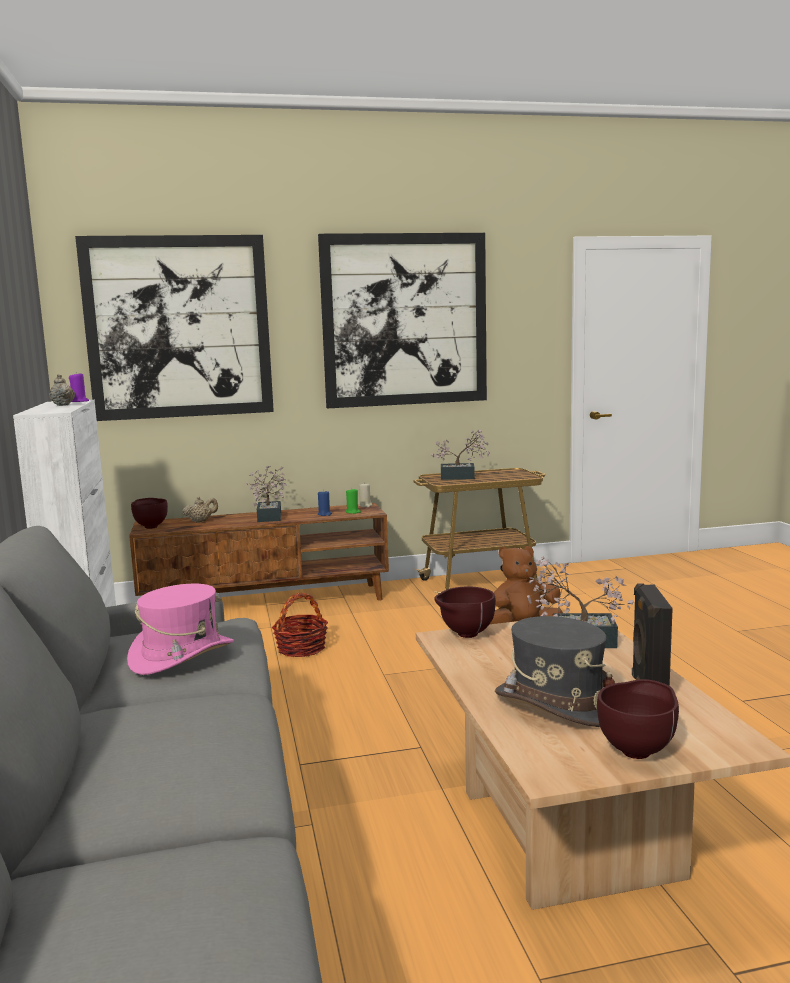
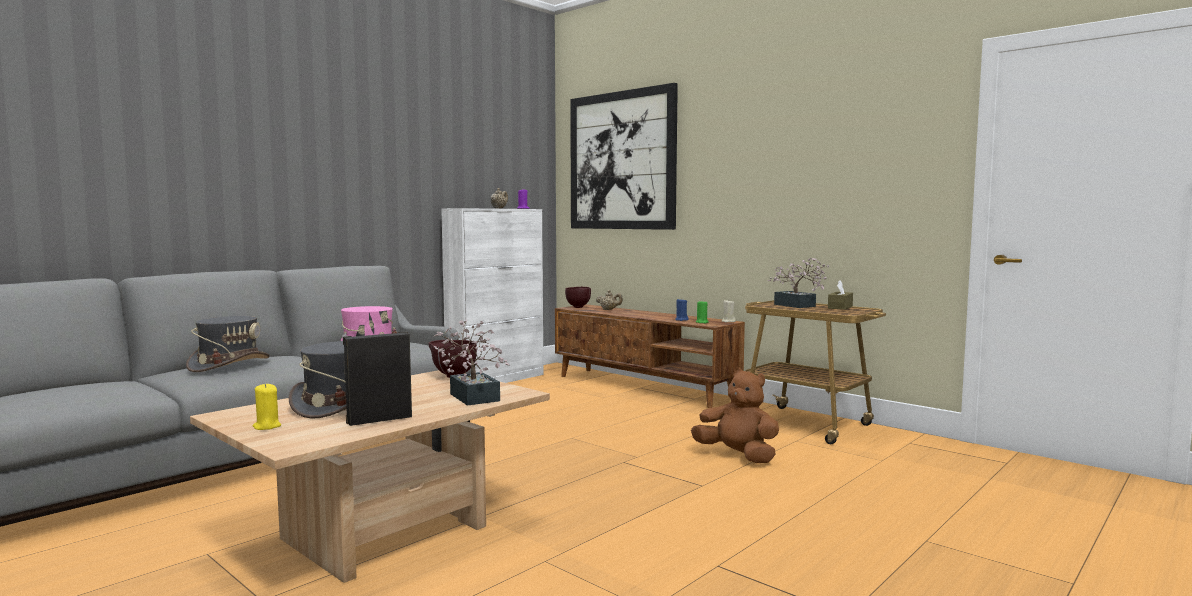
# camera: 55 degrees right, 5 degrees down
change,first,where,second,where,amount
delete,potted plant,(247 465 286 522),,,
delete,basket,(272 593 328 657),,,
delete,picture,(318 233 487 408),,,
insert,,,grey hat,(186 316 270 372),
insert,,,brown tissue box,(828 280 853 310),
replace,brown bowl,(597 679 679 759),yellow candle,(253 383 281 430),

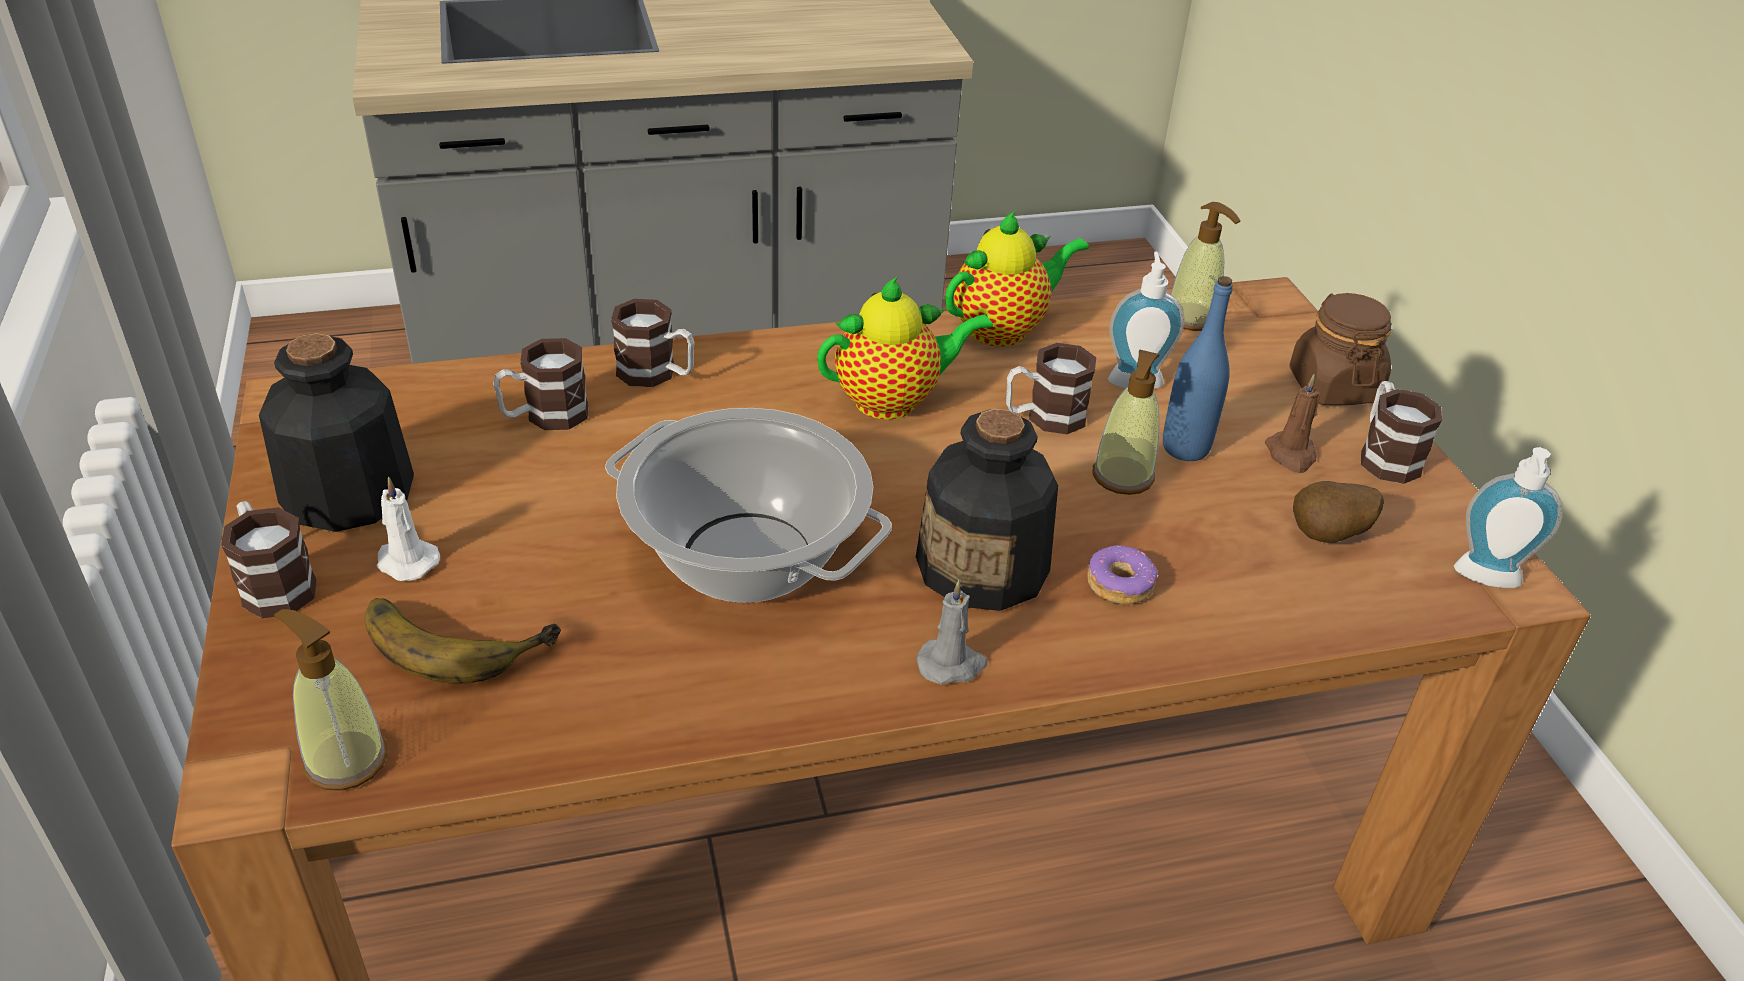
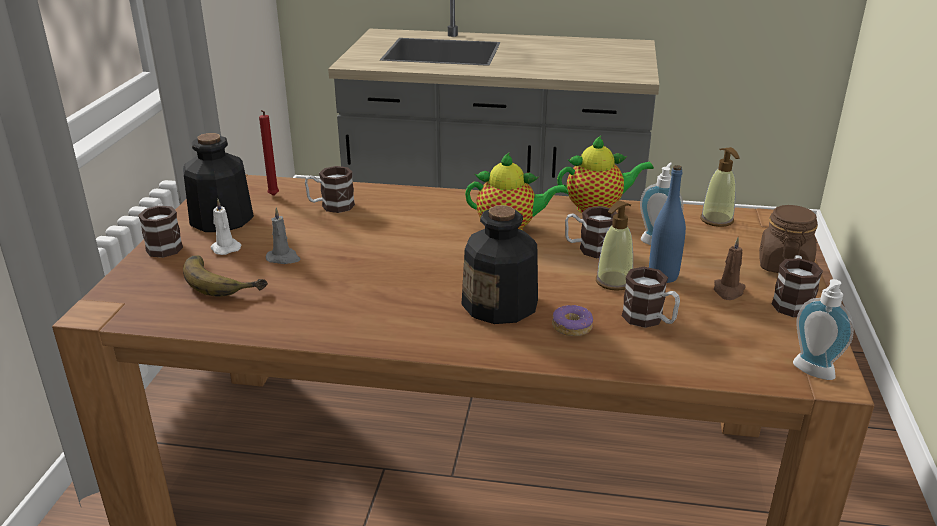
# camera: 25 degrees right, 10 degrees down
change,first,where,second,where,amount
delete,soap dispenser,(274 609 388 791),,,
delete,cooking pot,(605 408 892 603),,,
delete,potato,(1293 481 1384 543),,,
insert,,,red candle,(259 110 279 196),
move,mug,(611 299 695 387),,(622 267 680 328),
move,grey candle,(916 580 987 685),,(266 207 300 264),

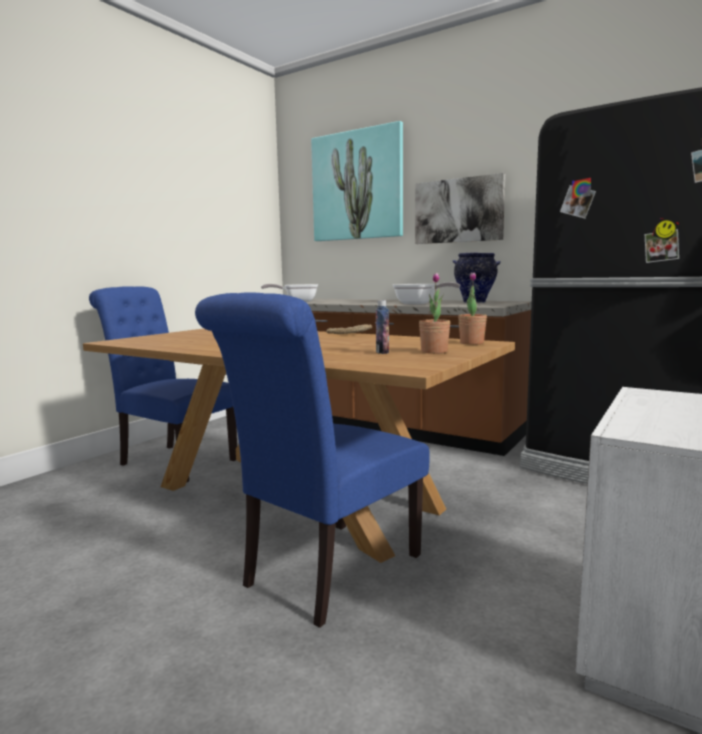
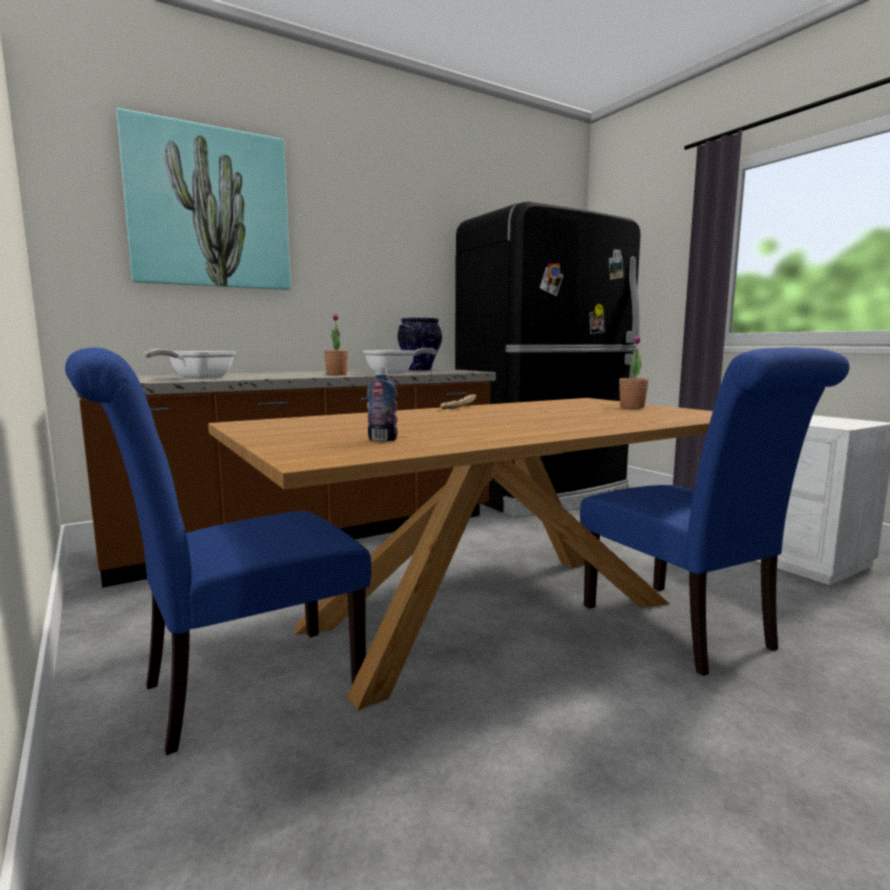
# camera: 65 degrees left, 0 degrees up
change,first,where,second,where,amount
delete,picture,(415 173 505 244),,,
move,bottle,(376 300 389 354),,(367 367 398 441),
move,potted plant,(458 272 487 345),,(324 313 348 375),

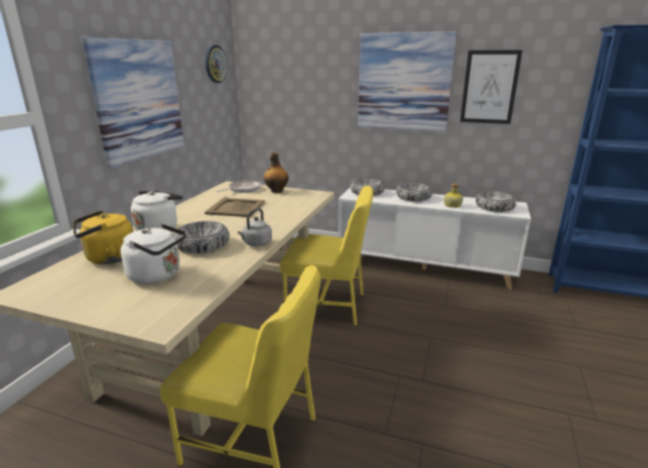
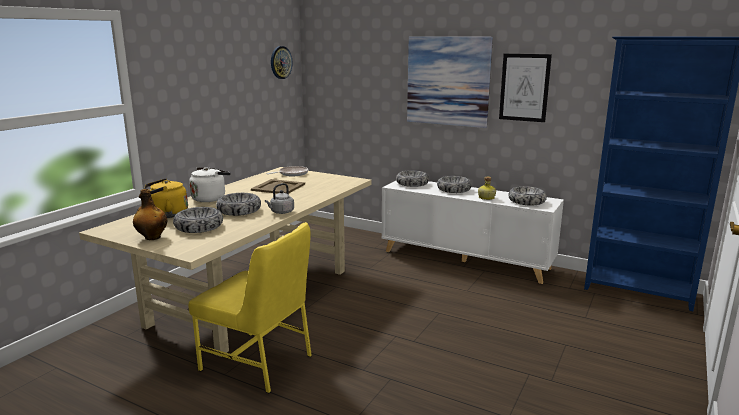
# camera: 10 degrees right, 5 degrees down
change,first,where,second,where,amount
delete,picture,(82 37 184 168),,,
delete,yellow chair,(280 186 374 326),,,
move,bottle,(264 152 289 193),,(133 189 167 240),
replace,white kettle,(121 224 187 284),bowl,(173 207 223 233),

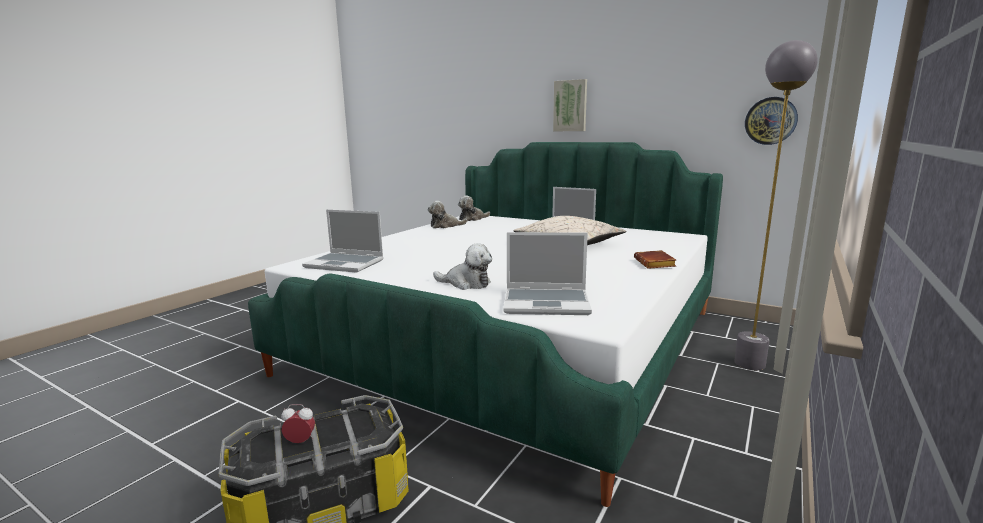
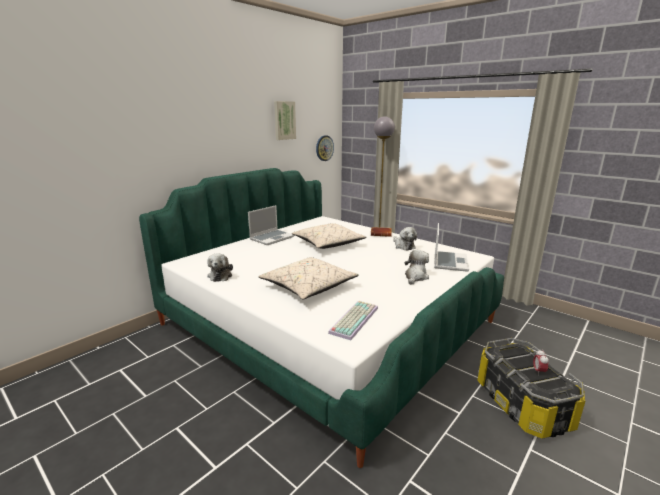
# camera: 80 degrees left, 5 degrees up
change,first,where,second,where,amount
insert,,,beige pillow,(258 257 359 299),
move,plush toy,(458 196 490 221),,(393 227 417 250),
move,picture,(553 79 587 131),,(274 101 296 140),
replace,laptop,(302 209 384 273),keyboard,(328 301 378 340),

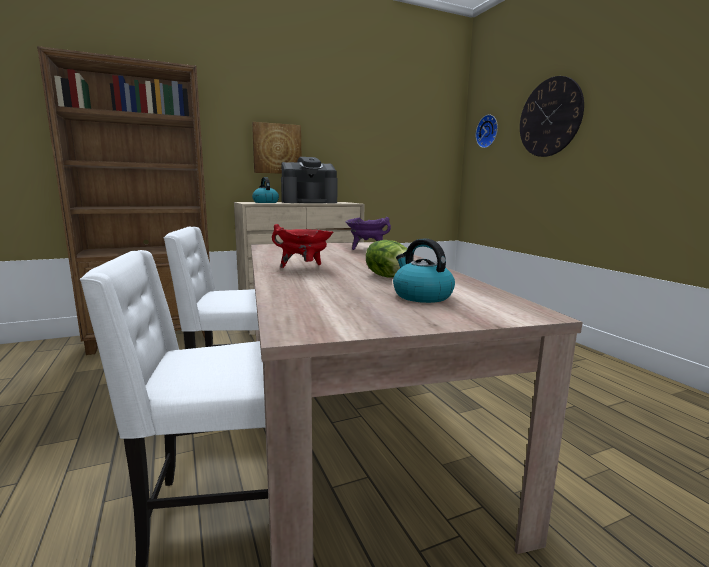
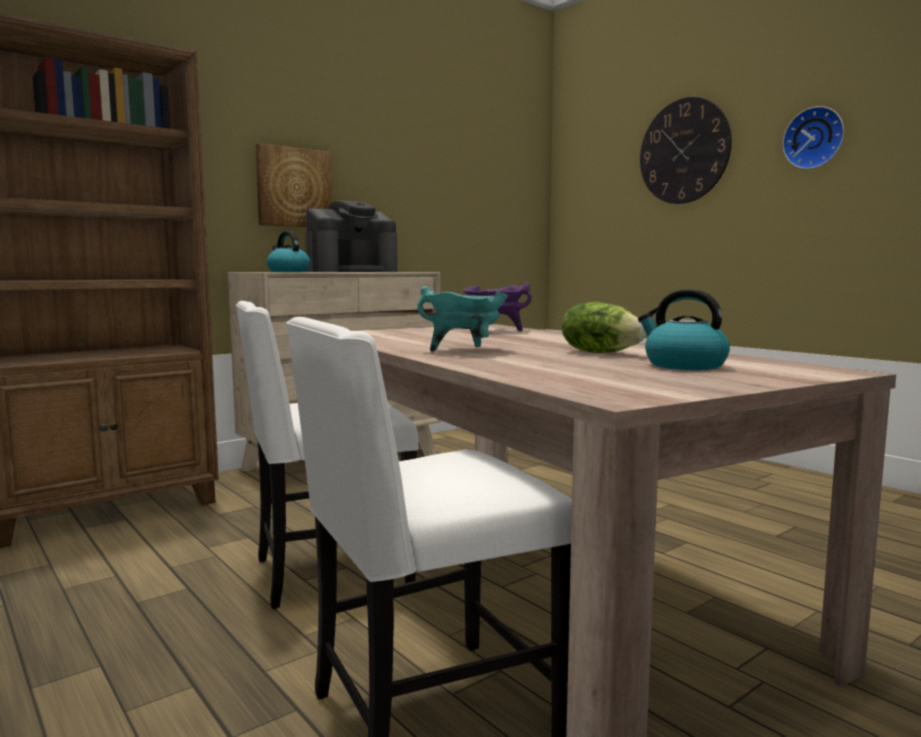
# camera: 15 degrees left, 5 degrees down
change,first,where,second,where,amount
move,wall clock,(476 114 498 148),,(782 106 844 169),
recolor,red cooking pot,(272 224 333 268),turquoise cooking pot,(417 286 508 352),

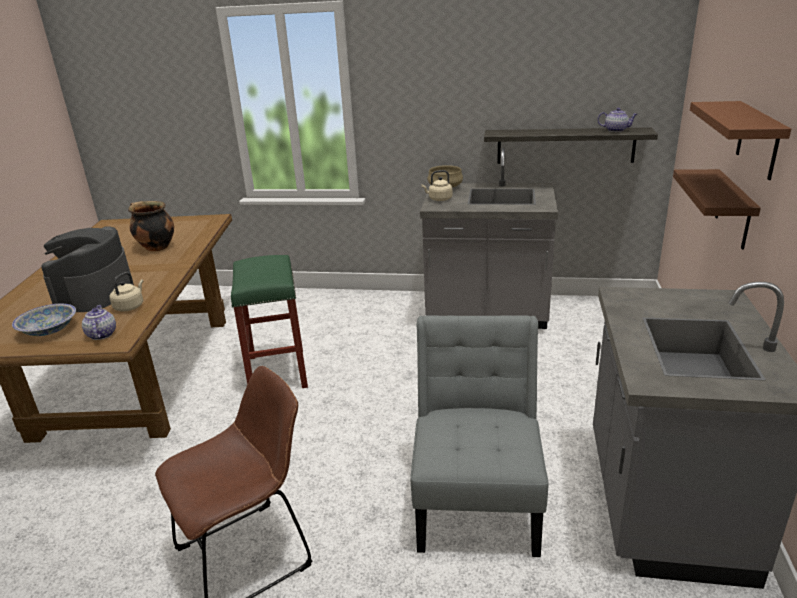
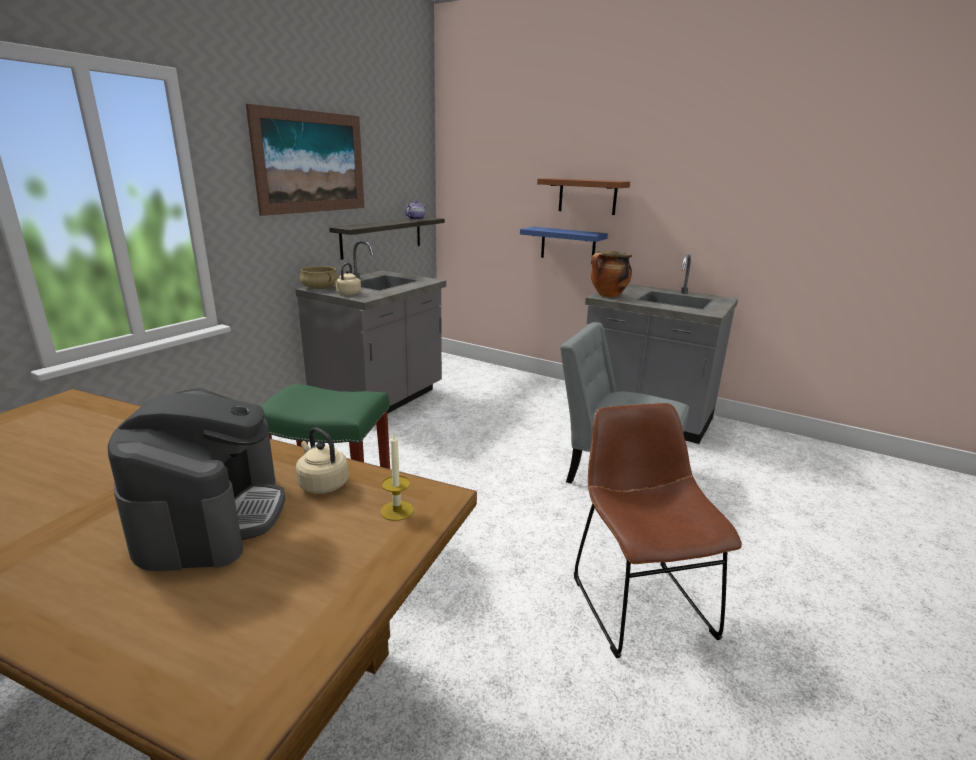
# camera: 70 degrees left, 5 degrees down
change,first,where,second,where,amount
delete,bowl,(12 304 76 336),,,
insert,,,picture,(246 104 364 216),
move,cooking pot,(128 201 174 251),,(591 251 632 297),
replace,teapot,(82 305 116 340),candle,(381 434 414 521),
recolor,brown shelf,(673 169 761 249),blue shelf,(520 227 608 264),
rotate,coffee machine,(41 226 131 312),,(108 389 285 571),120 degrees counterclockwise

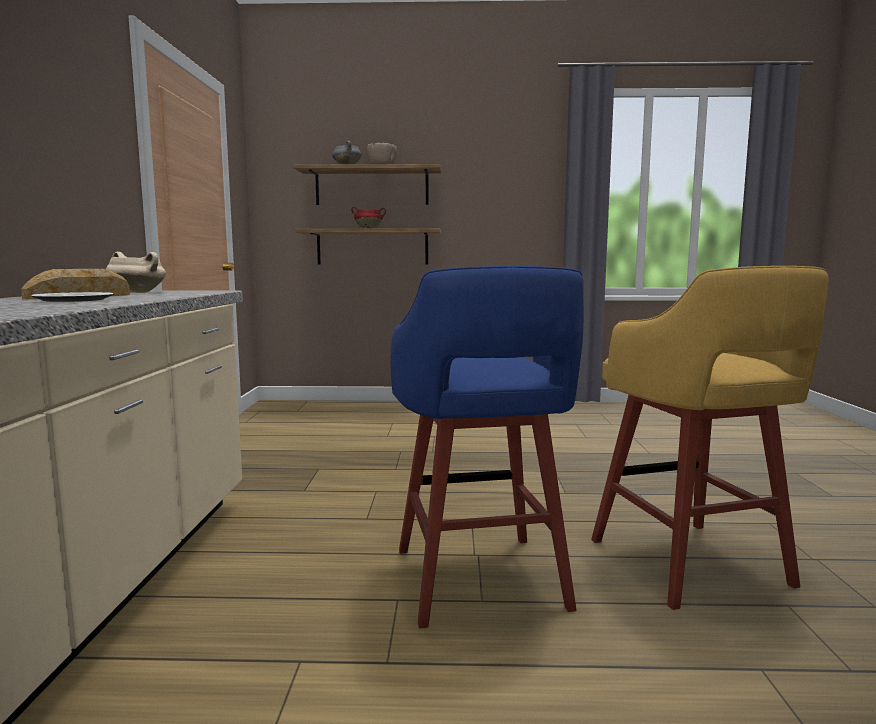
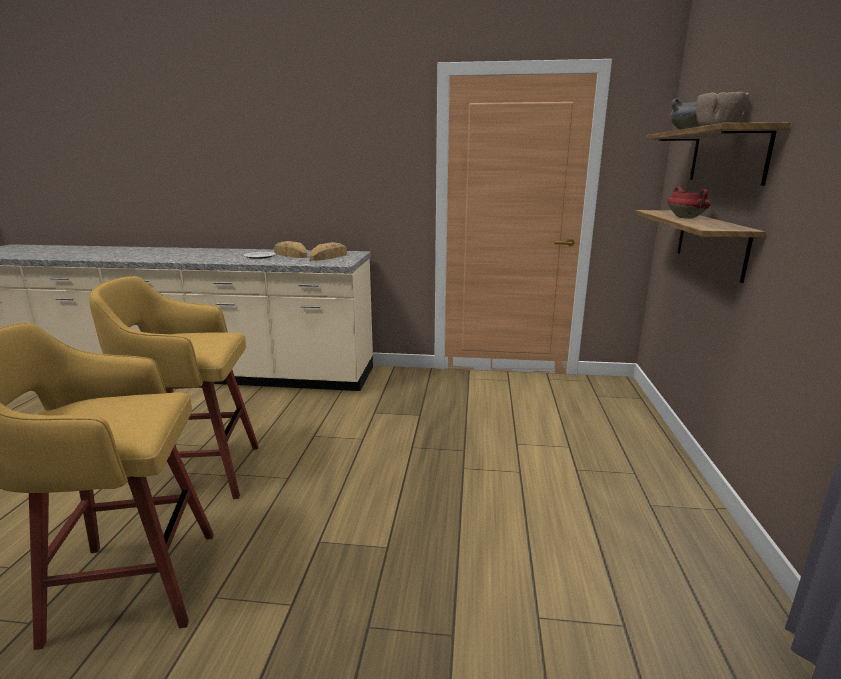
# camera: 95 degrees right, 10 degrees up
change,first,where,second,where,amount
replace,beige cooking pot,(106 252 166 293),bread,(310 242 347 261),
recolor,blue stool,(390 266 584 628),yellow stool,(89 276 259 499),

